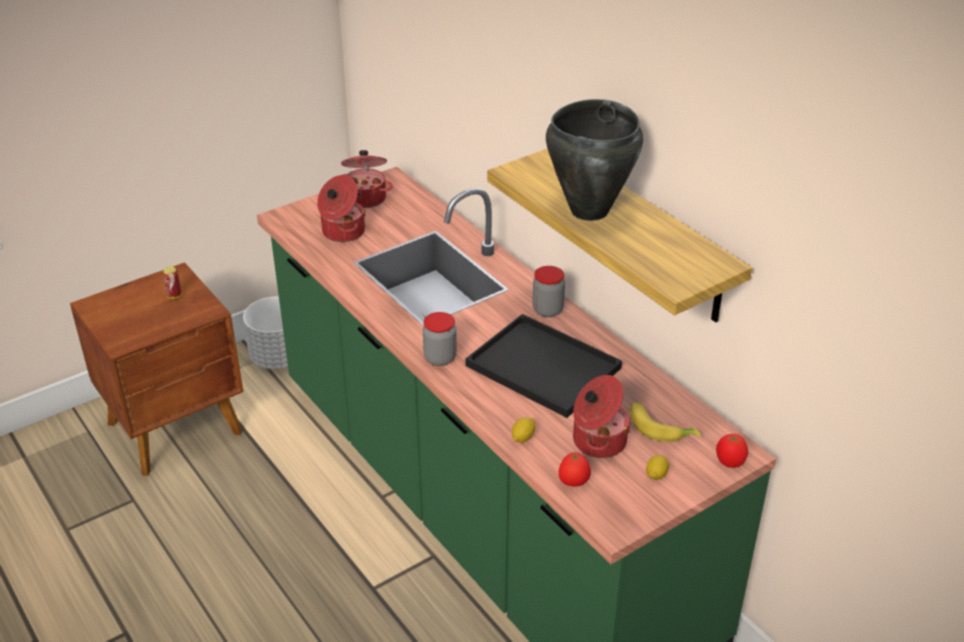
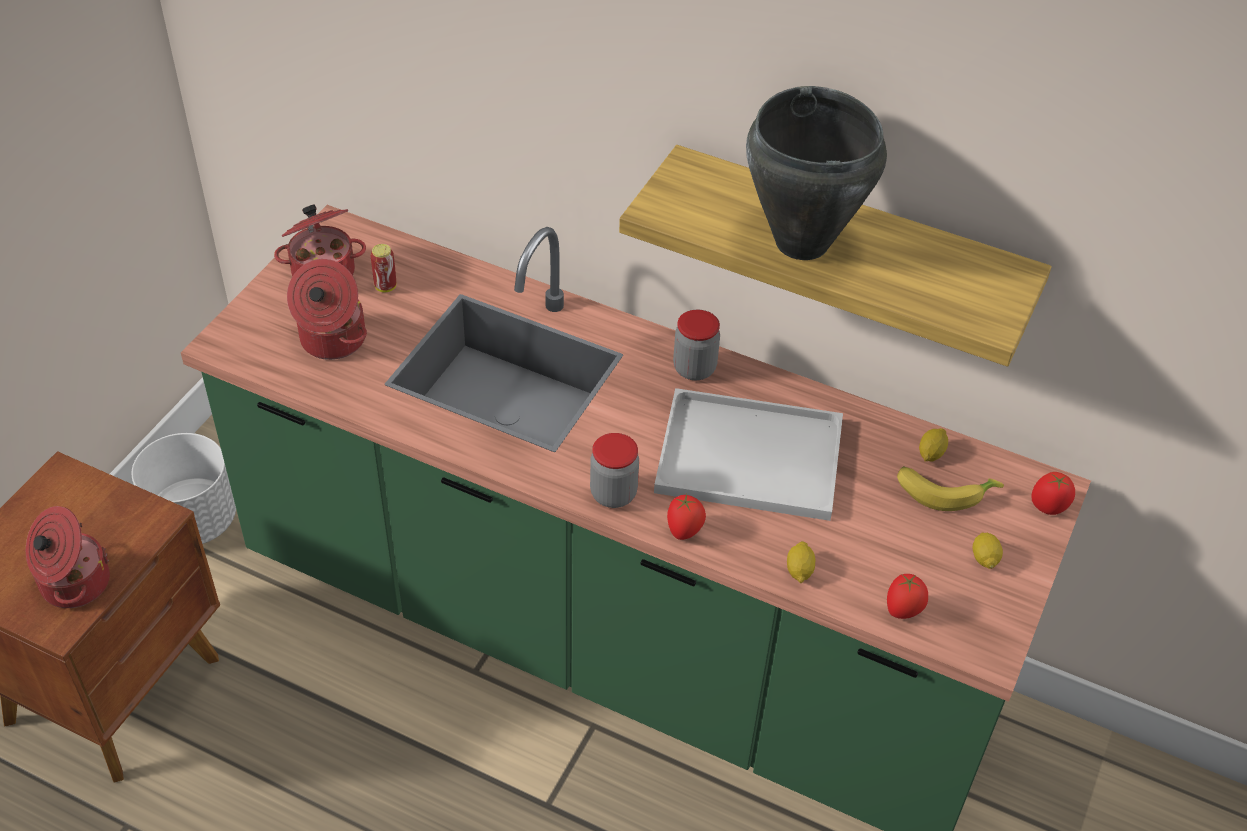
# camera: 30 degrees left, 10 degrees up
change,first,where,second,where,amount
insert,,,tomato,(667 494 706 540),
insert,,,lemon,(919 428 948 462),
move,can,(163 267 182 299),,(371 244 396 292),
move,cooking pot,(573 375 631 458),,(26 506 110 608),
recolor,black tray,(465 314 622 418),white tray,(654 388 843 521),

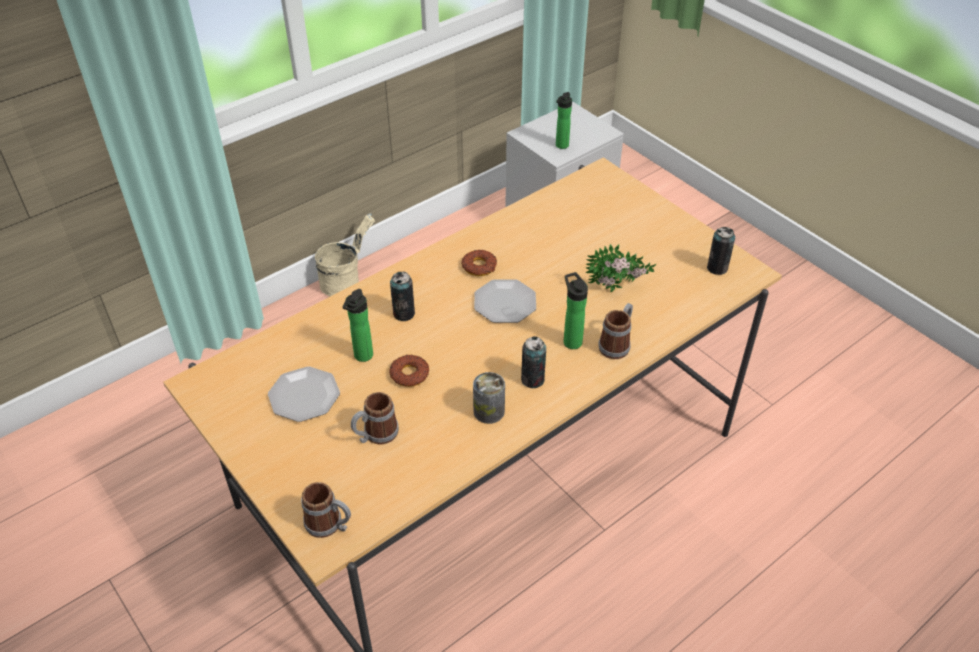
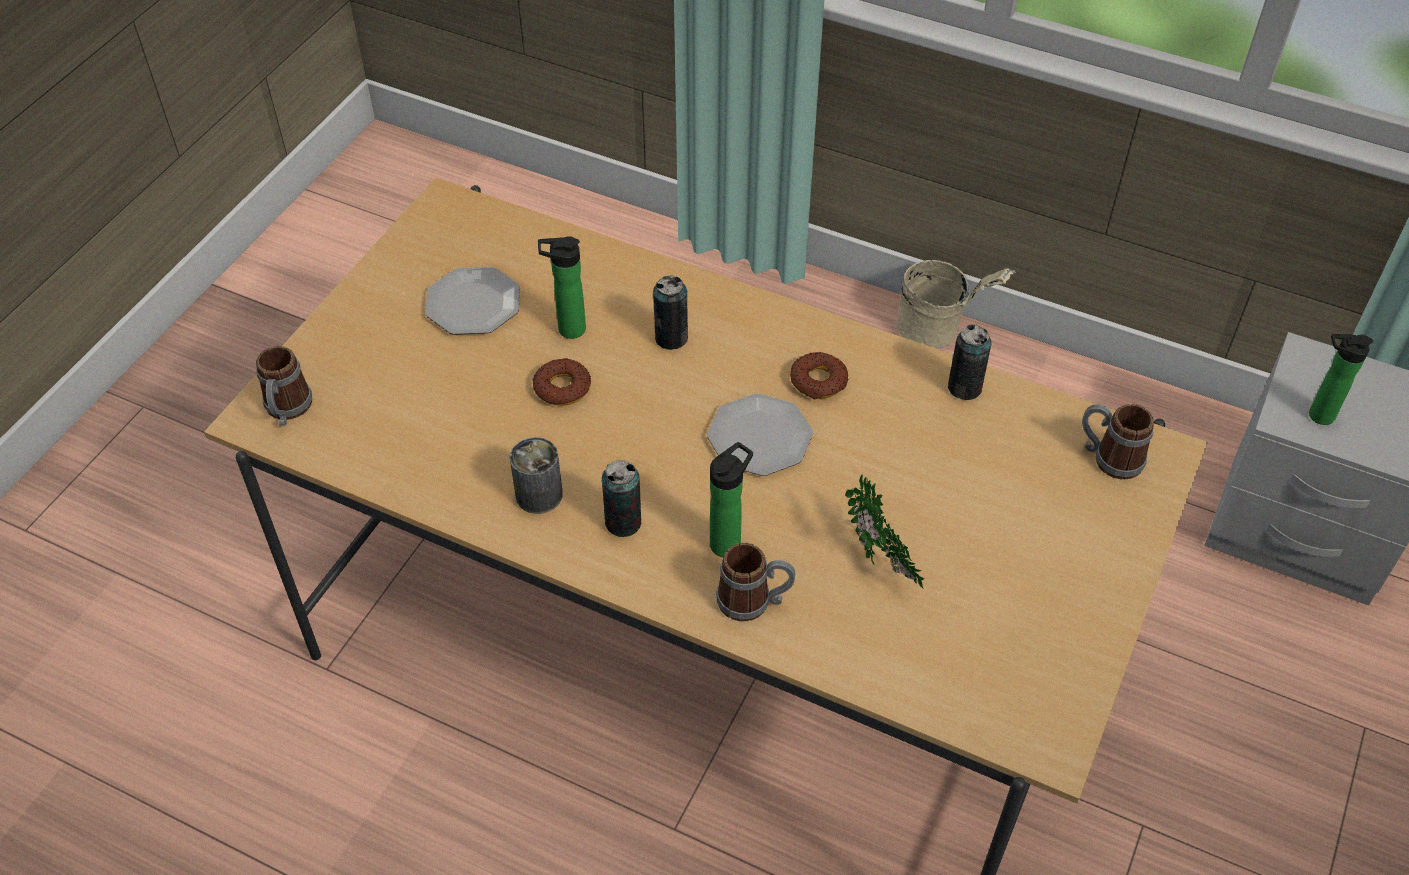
# camera: 65 degrees right, 5 degrees up
change,first,where,second,where,amount
move,mug,(351 392 399 445),,(1082 404 1154 480),
move,can,(707 227 735 275),,(948 324 992 400),

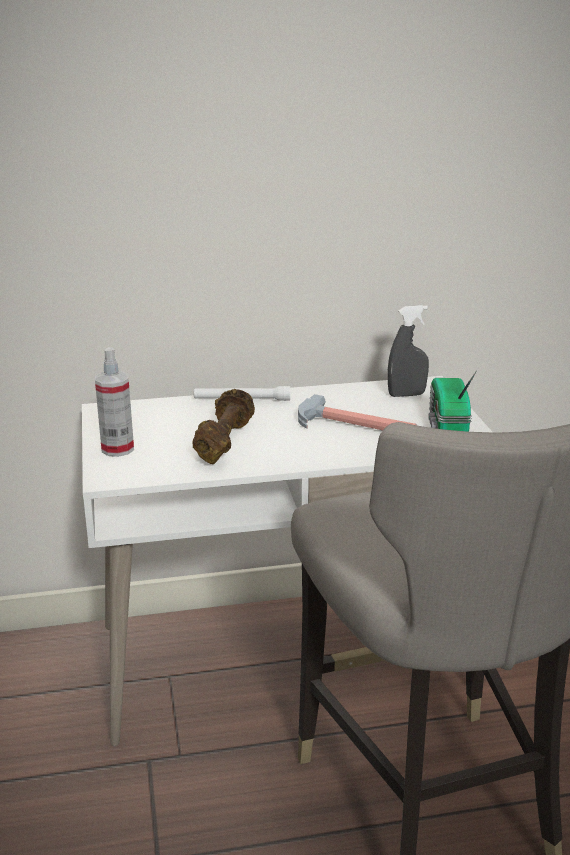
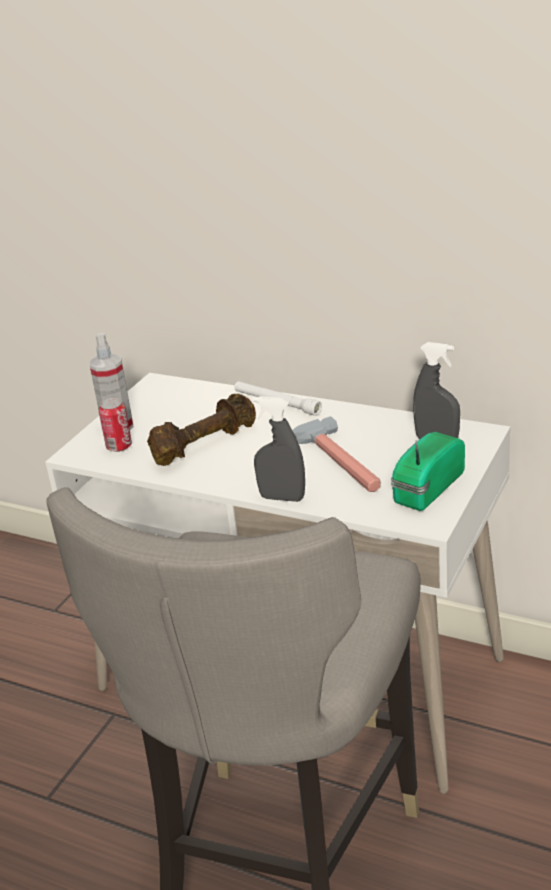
# camera: 40 degrees right, 5 degrees up
change,first,where,second,where,amount
insert,,,can,(99 398 132 452),
insert,,,grey spray bottle,(253 396 305 502),

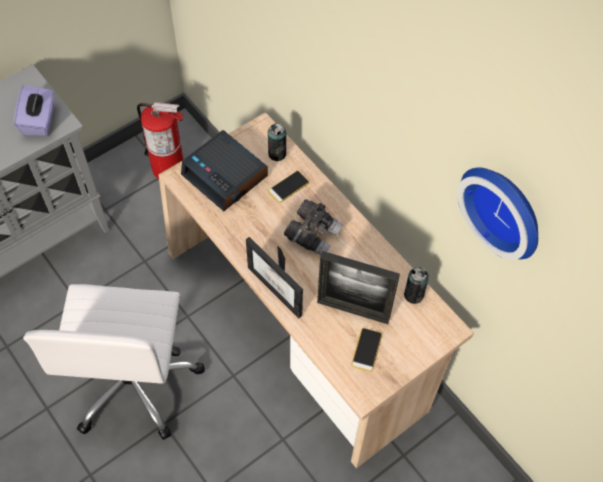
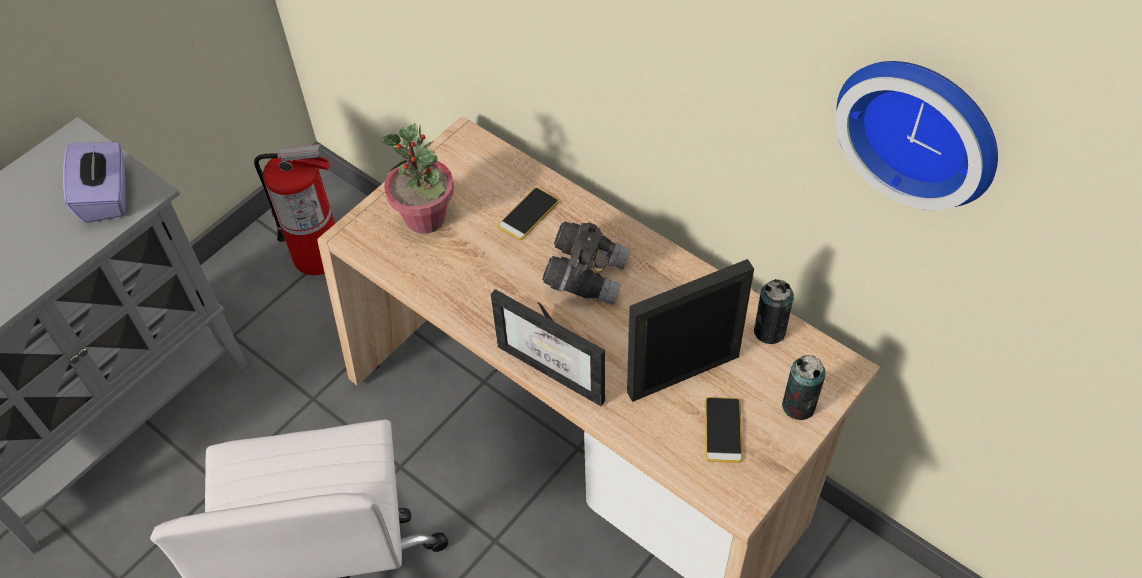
# camera: 10 degrees left, 5 degrees down
change,first,where,second,where,amount
move,can,(268 123 286 161),,(782 355 826 420),
replace,alarm clock,(181 130 268 211),potted plant,(381 123 454 234),
rotate,picture frame,(317 251 400 324),,(627 259 754 402),150 degrees clockwise

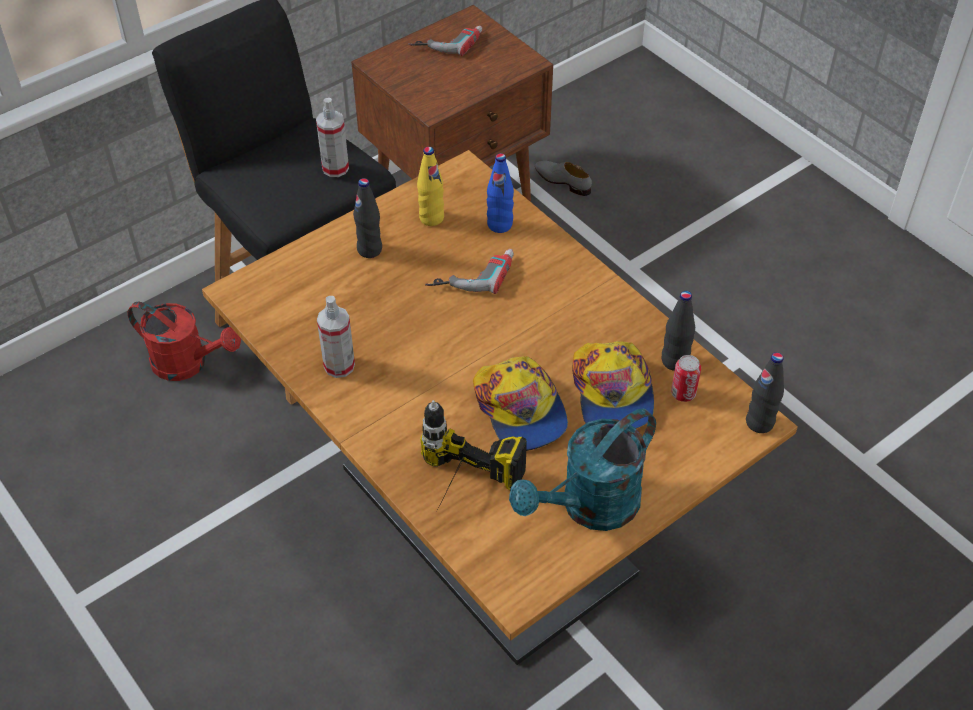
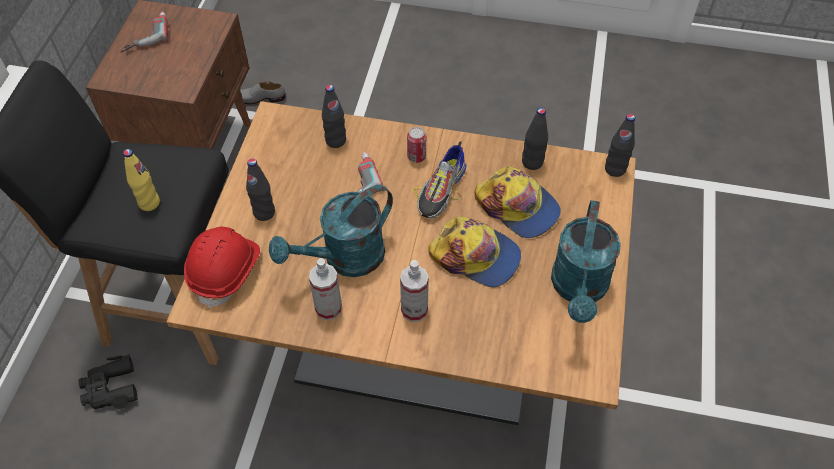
# camera: 40 degrees left, 5 degrees up
change,first,where,second,where,amount
delete,power drill,(420 400 527 519),,,
insert,,,red hard hat,(184 227 260 309),
insert,,,turquoise watering can,(269 185 393 277),
insert,,,shoe,(414 142 467 218),
move,spray bottle,(316 98 349 177),,(400 260 429 322),
move,yellow bottle,(417 147 444 226),,(123 149 160 211),
move,can,(671 355 701 402),,(407 127 426 163),
replace,red watering can,(128 302 241 381),black binoculars,(78 354 138 409),
recolor,blue bottle,(487 153 514 233),black bottle,(322 85 346 148),

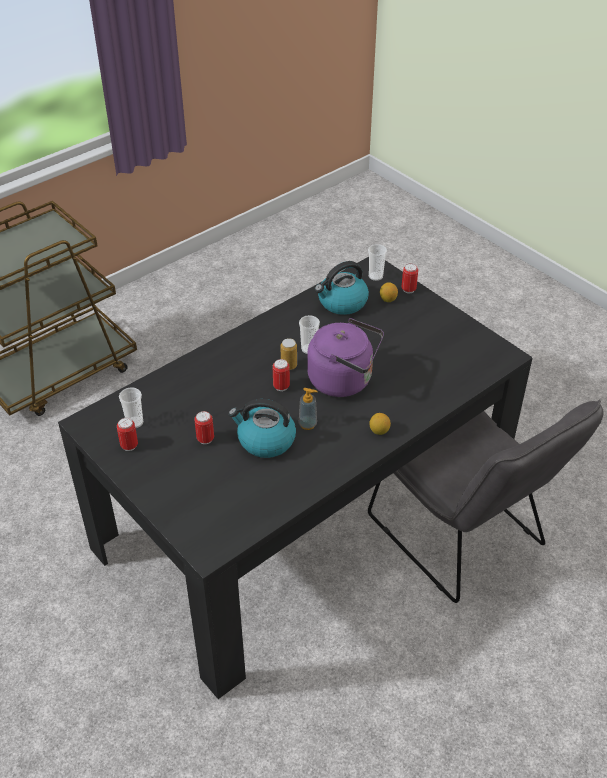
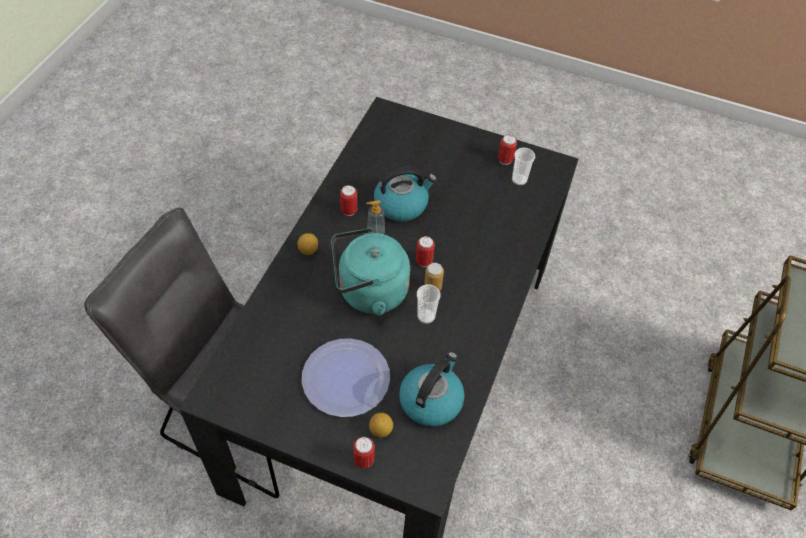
# camera: 150 degrees right, 10 degrees up
change,first,where,second,where,amount
delete,cup,(368 244 387 281),,,
insert,,,plate,(302 338 390 417),
move,can,(194 411 214 444),,(340 185 357 216),
recolor,purple kettle,(307 318 384 397),turquoise kettle,(331 228 410 315),

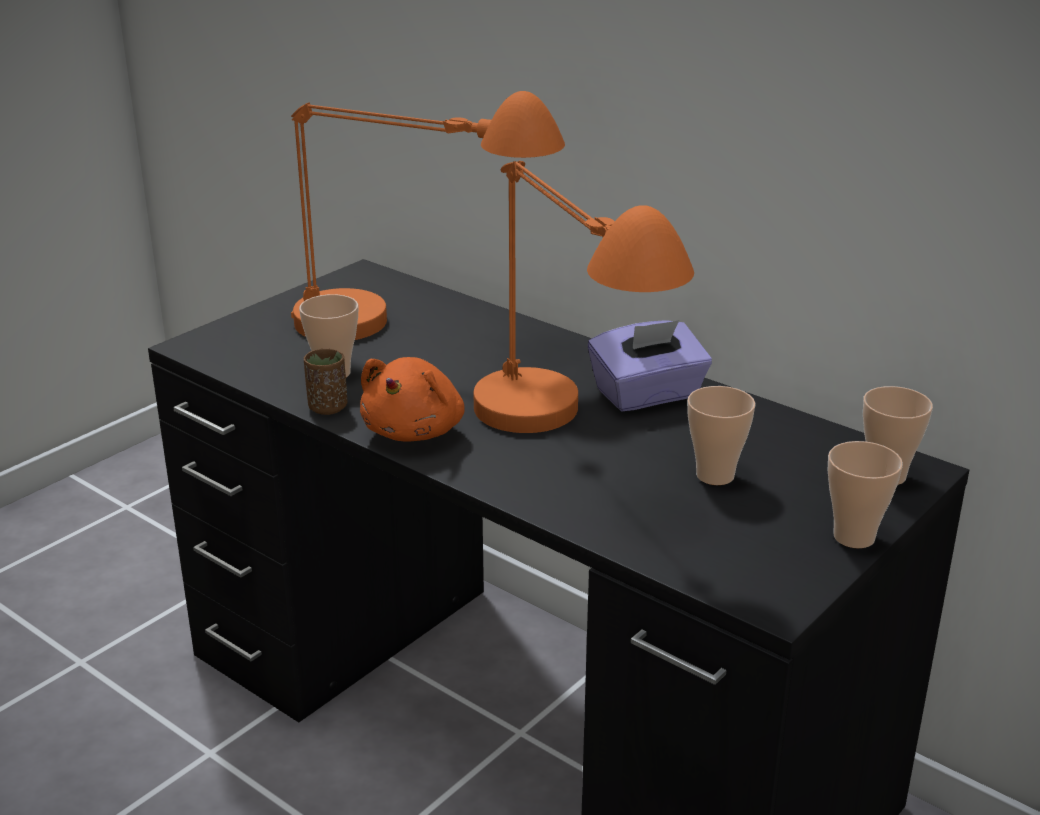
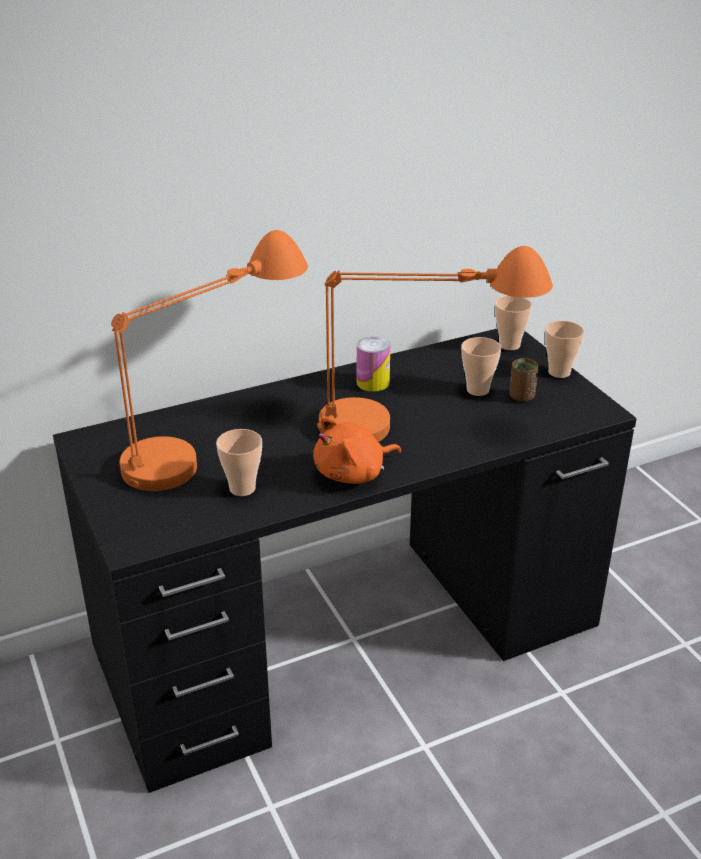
# camera: 65 degrees left, 5 degrees up
change,first,where,second,where,amount
move,brown cup,(304 349 347 415),,(510 358 538 402),
replace,purple tissue box,(588 320 712 412),can,(357 336 390 392),
rotate,orange plush toy,(360 357 465 442),,(313 416 401 484),105 degrees clockwise

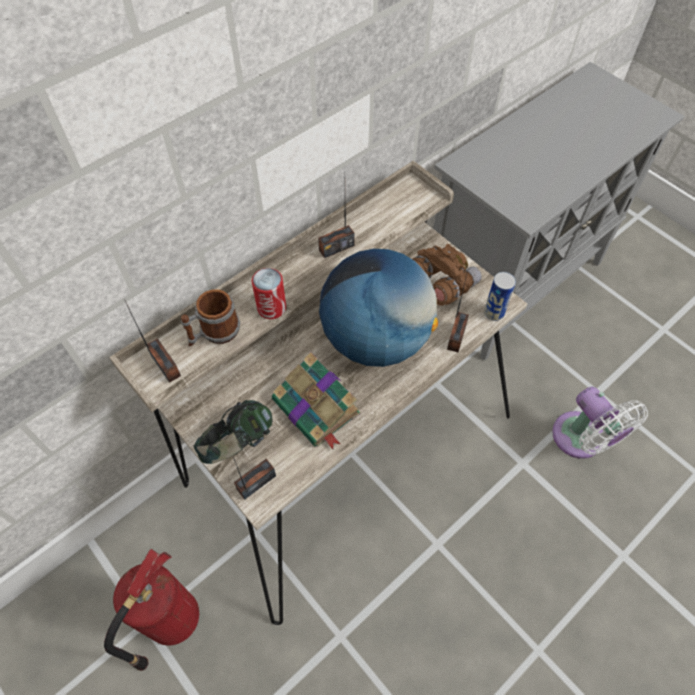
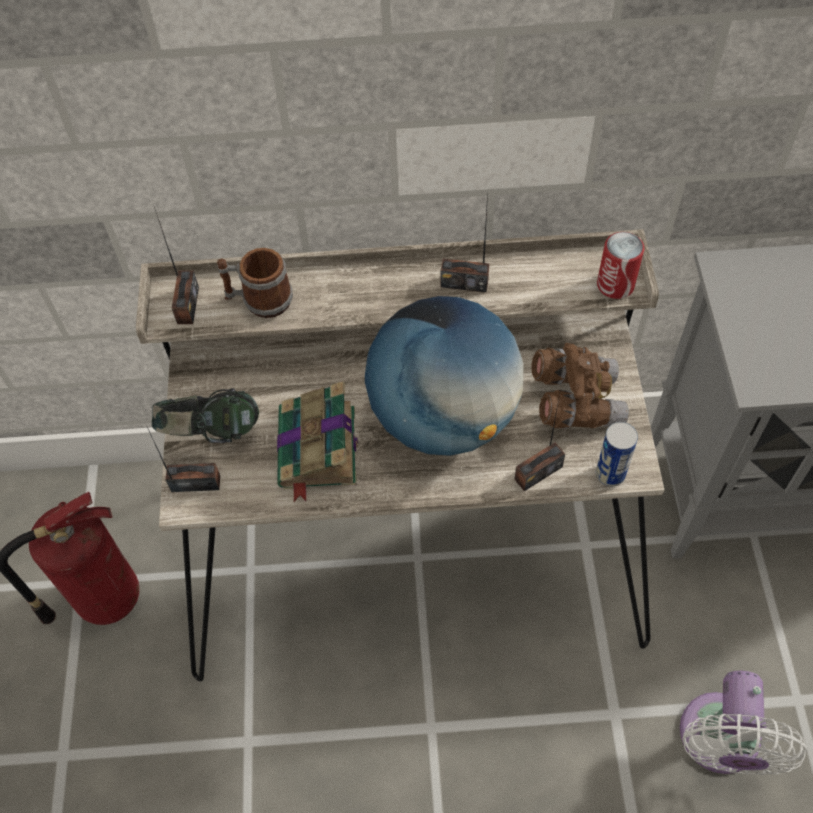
# camera: 40 degrees right, 0 degrees up
change,first,where,second,where,amount
move,can,(252 268 286 319),,(597 232 644 299),

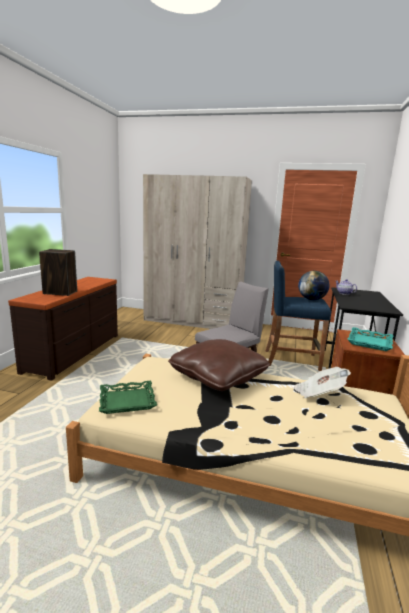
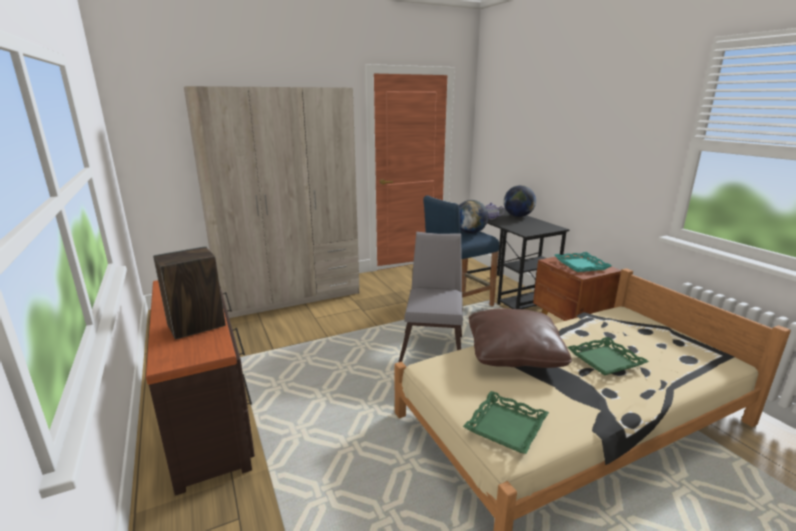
# camera: 40 degrees left, 5 degrees up
change,first,where,second,where,amount
delete,newspaper,(294 367 351 398),,,
insert,,,globe,(504 185 536 217),
insert,,,green tray,(567 337 649 376),

